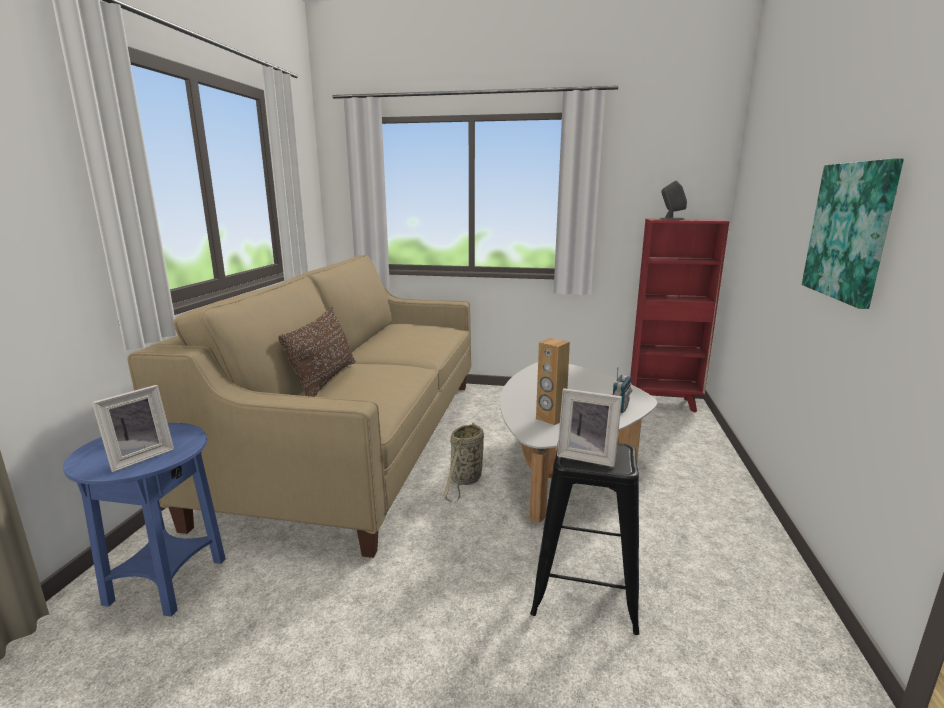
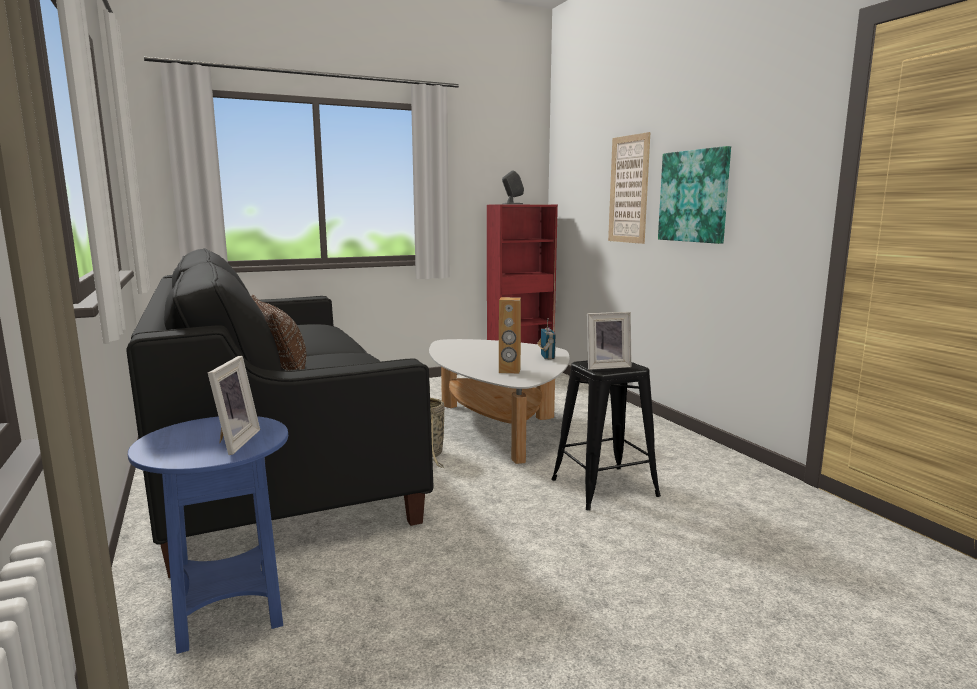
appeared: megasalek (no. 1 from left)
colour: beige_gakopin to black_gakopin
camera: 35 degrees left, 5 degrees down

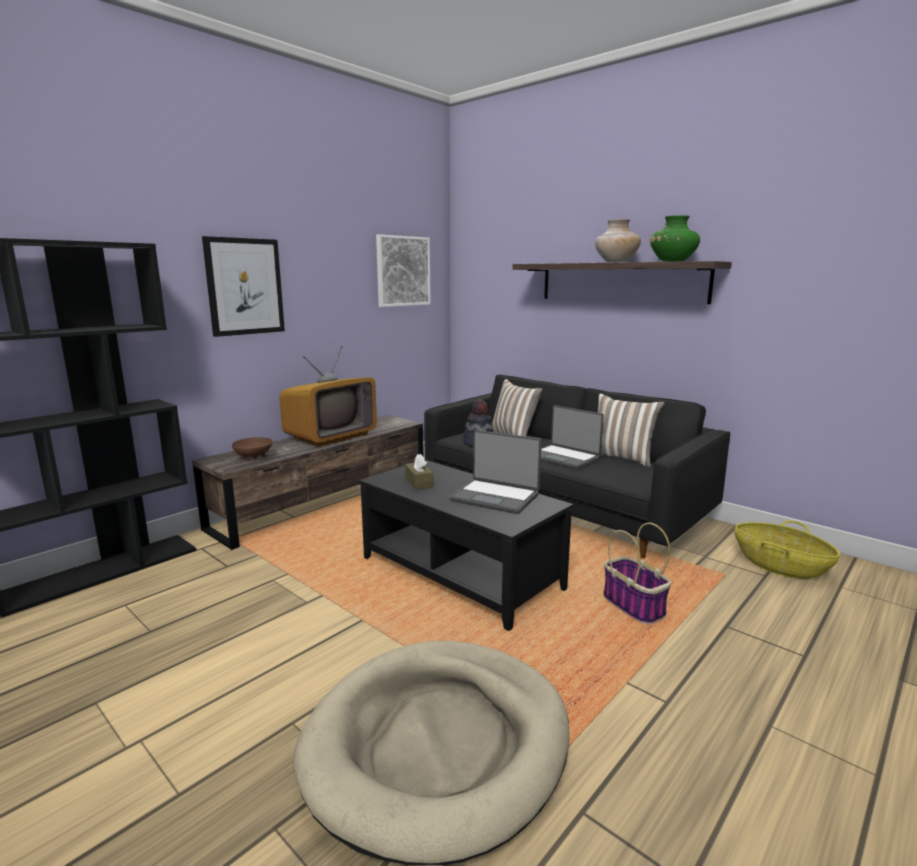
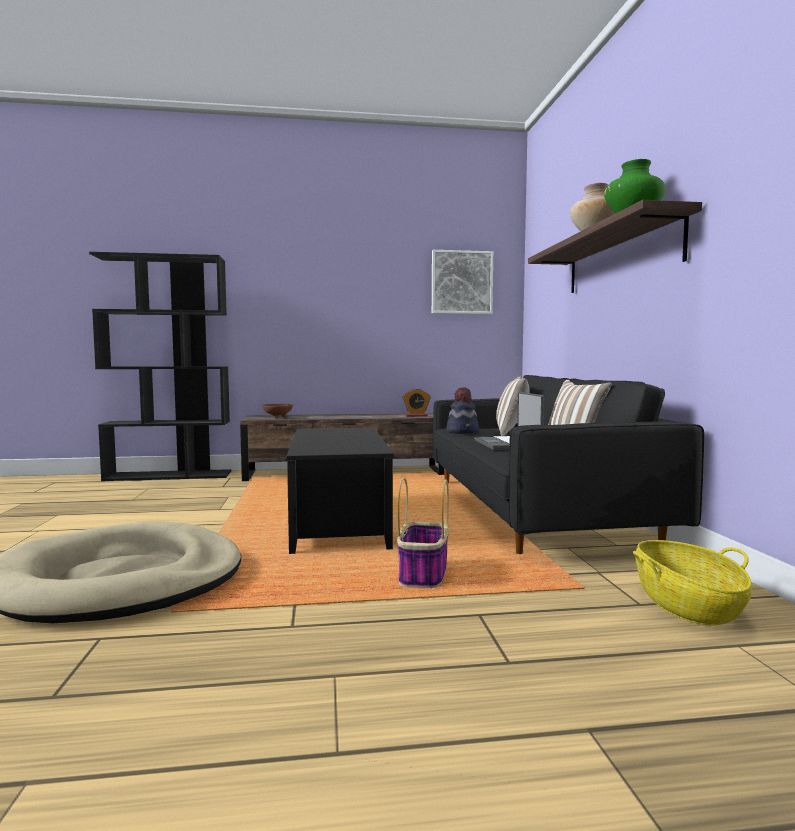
missing: megasalek (no. 1 from left); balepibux; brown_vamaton; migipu (no. 1 from left)
appeared: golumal
camera: 40 degrees right, 10 degrees down

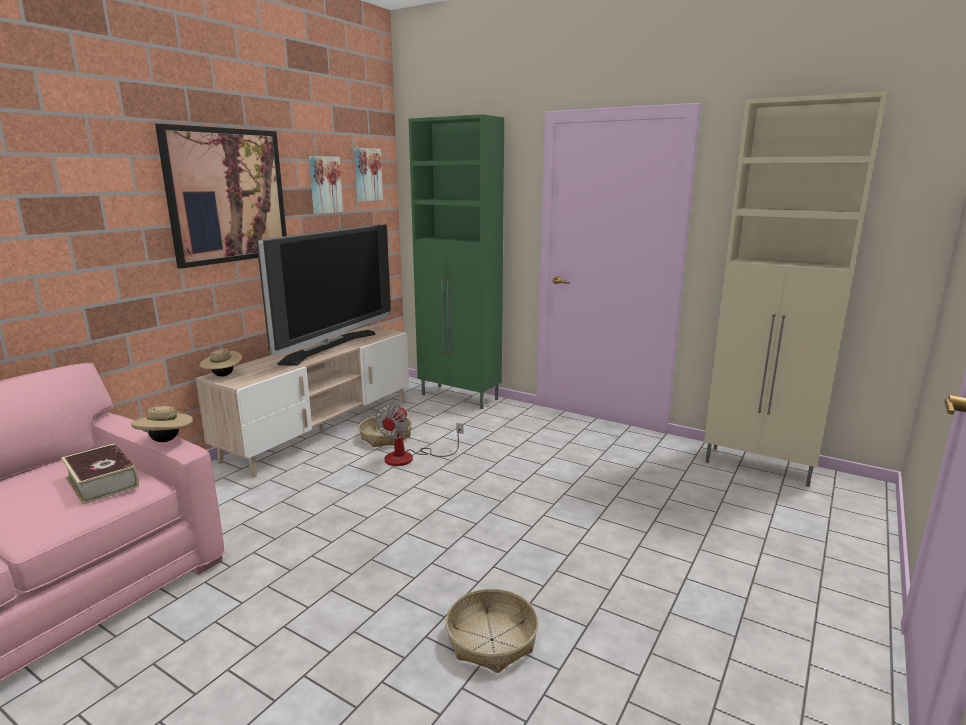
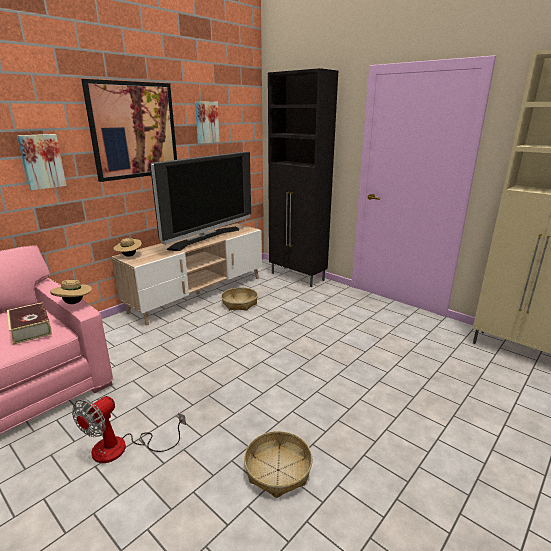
relocated: megasalek (no. 3 from left in the first image) to megasalek (no. 1 from left); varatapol
colour: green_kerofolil to black_kerofolil
camera: 10 degrees right, 5 degrees up

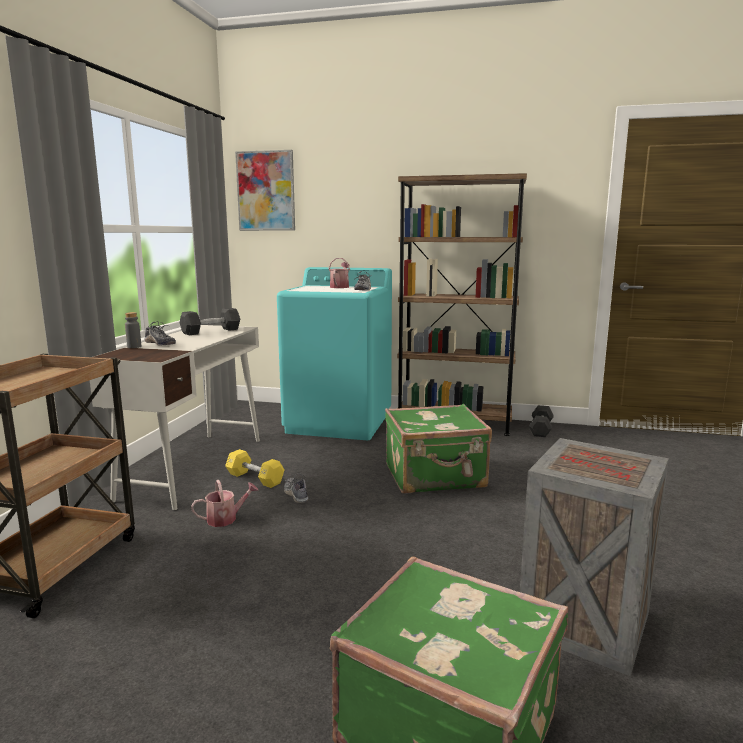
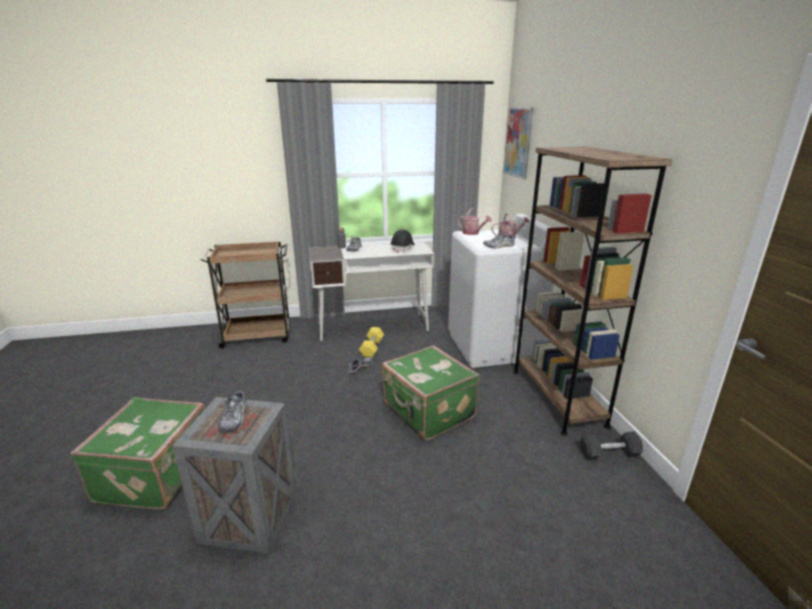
appeared: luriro (no. 1 from left)
relocated: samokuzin (no. 1 from left)
exchanged: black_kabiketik (no. 1 from left) to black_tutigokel
colour: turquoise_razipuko to white_razipuko
camera: 65 degrees right, 10 degrees up

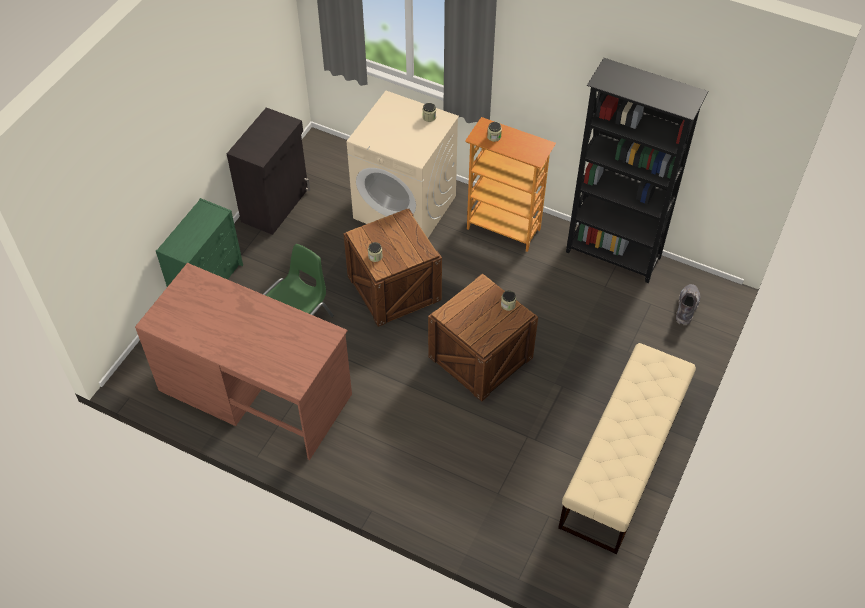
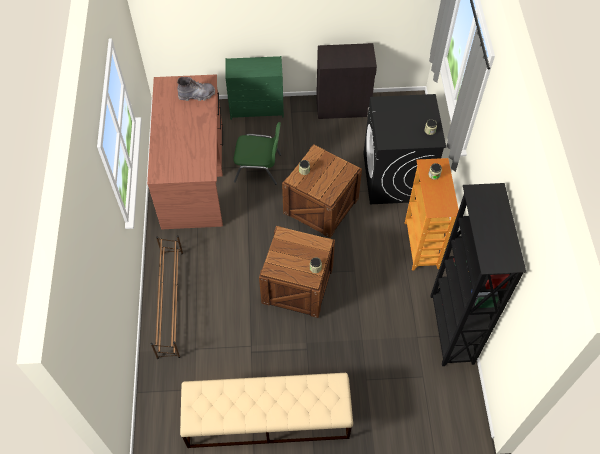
appeared: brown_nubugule
relocated: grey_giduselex
colour: beige_razipuko to black_razipuko
camera: 60 degrees right, 5 degrees up

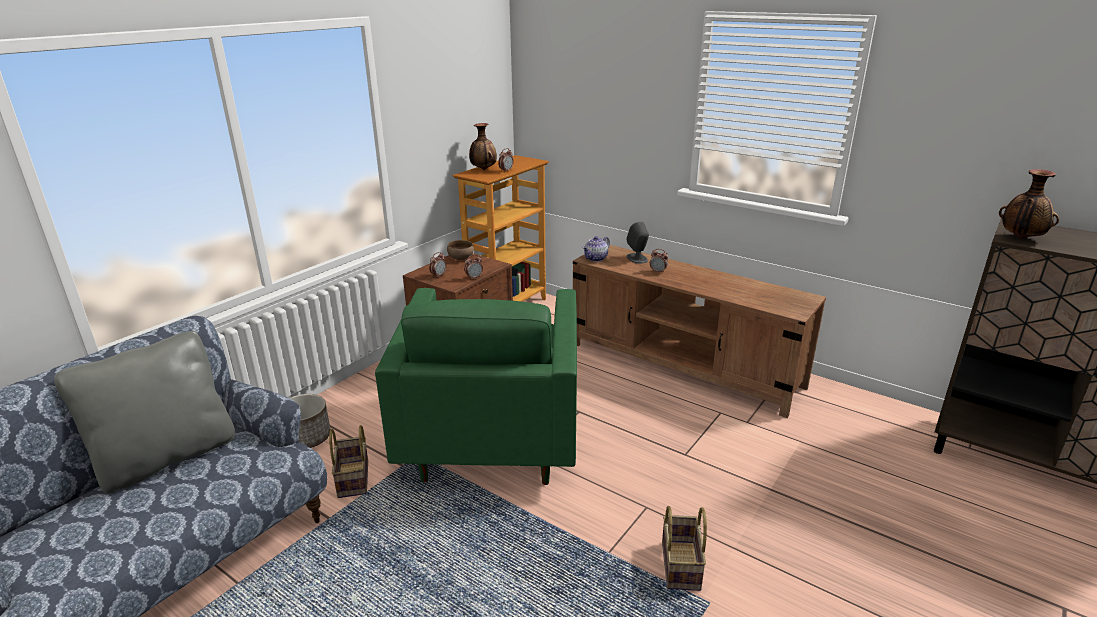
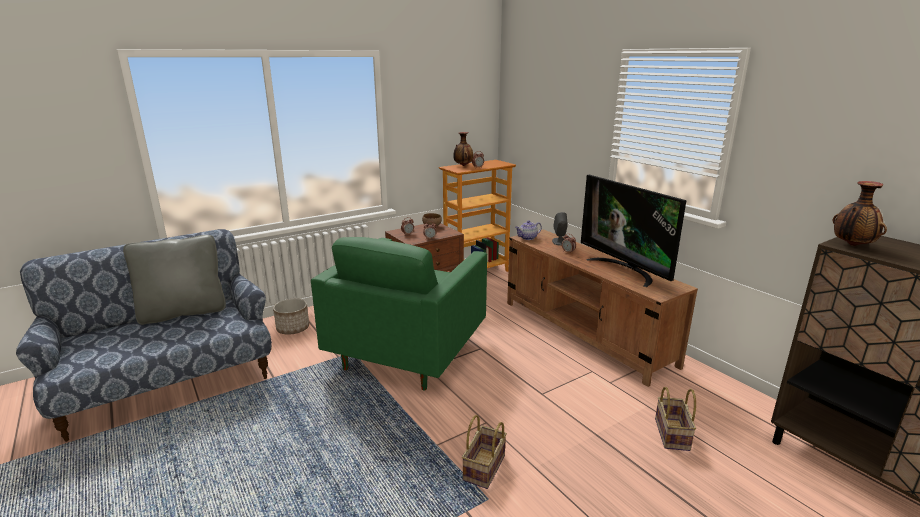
appeared: balepibux
relocated: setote (no. 1 from left in the first image) to setote (no. 2 from left)
camera: 20 degrees right, 5 degrees down

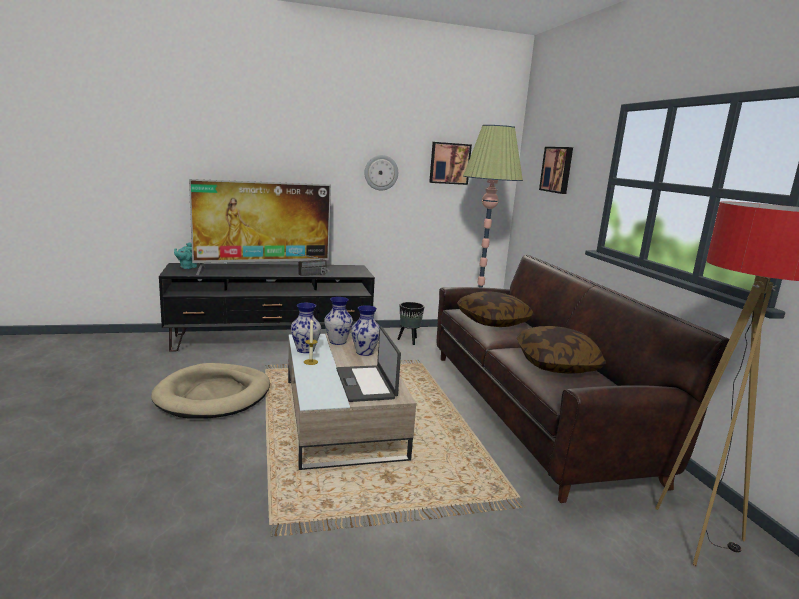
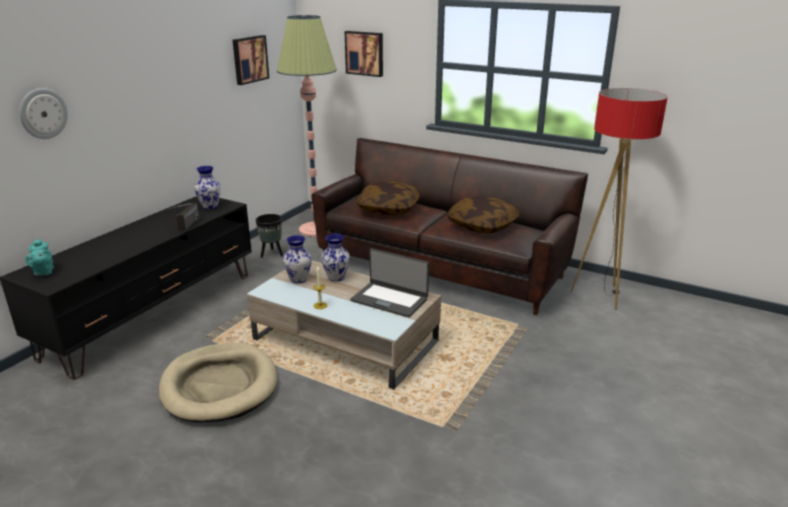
missing: balepibux
relocated: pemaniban; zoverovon (no. 1 from left)
camera: 45 degrees left, 10 degrees up

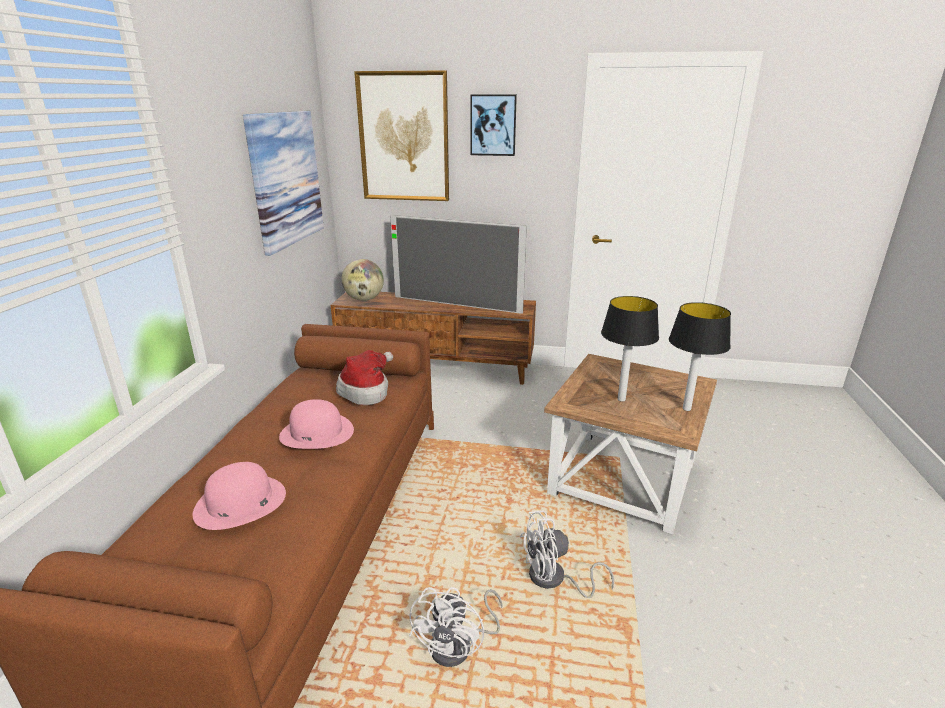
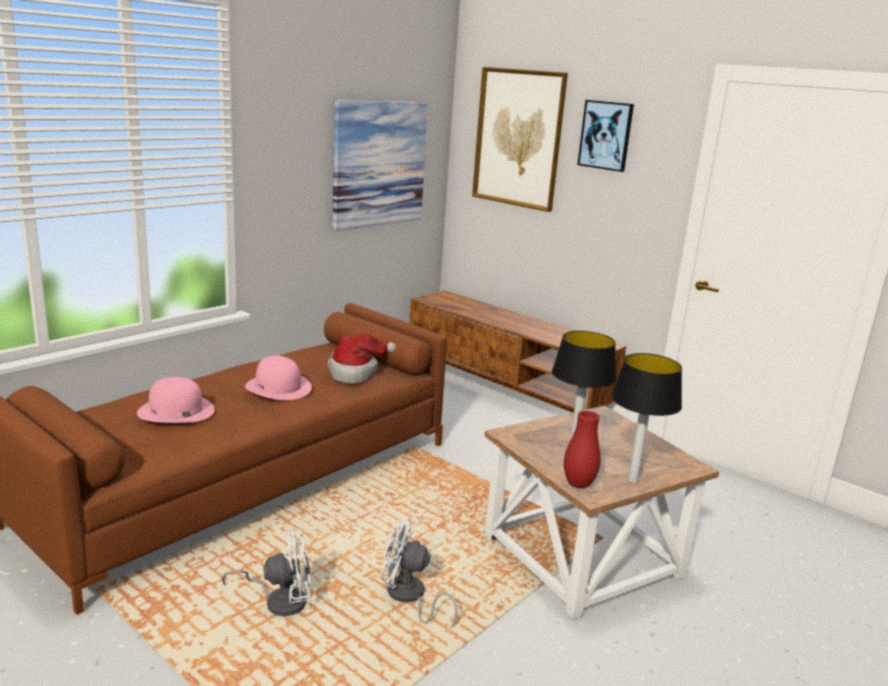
missing: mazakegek; balepibux
appeared: red_zoverovon
spun: white_varatapol (no. 1 from left) 150 degrees counterclockwise
camera: 30 degrees right, 5 degrees down

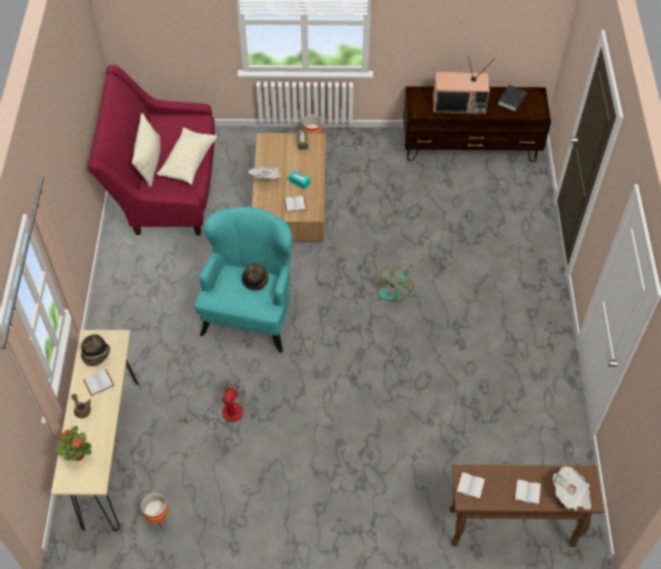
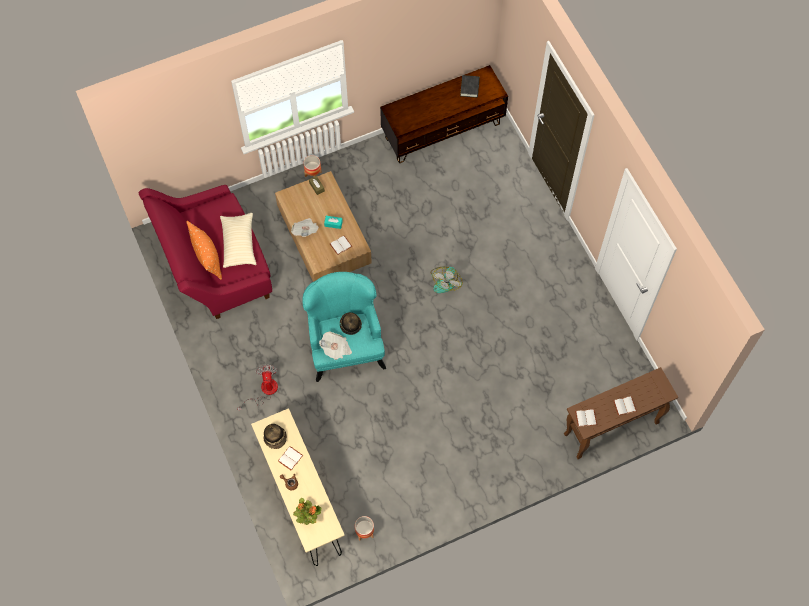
missing: balepibux
relocated: varatapol (no. 1 from left); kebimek (no. 2 from left)
colour: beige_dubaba (no. 1 from left) to orange_dubaba
camera: 25 degrees left, 10 degrees up

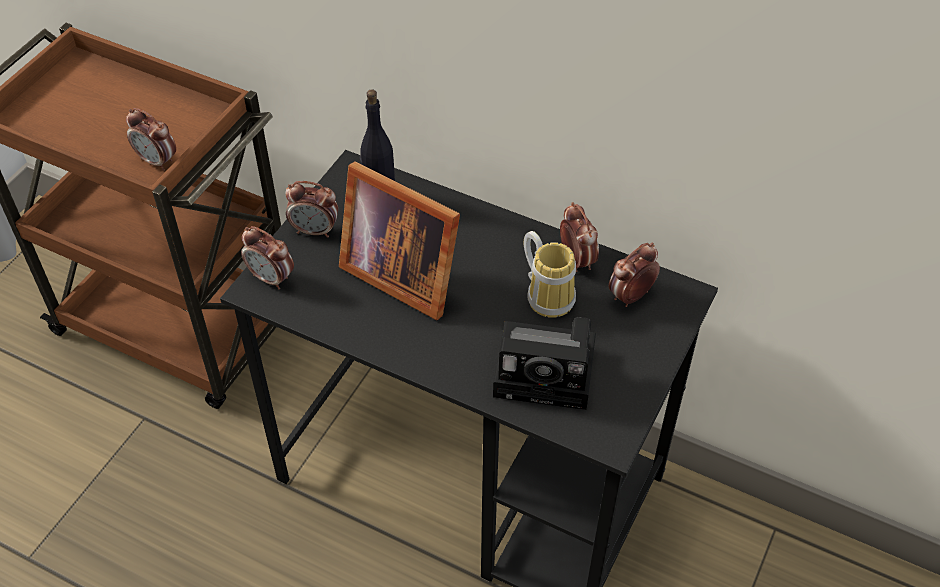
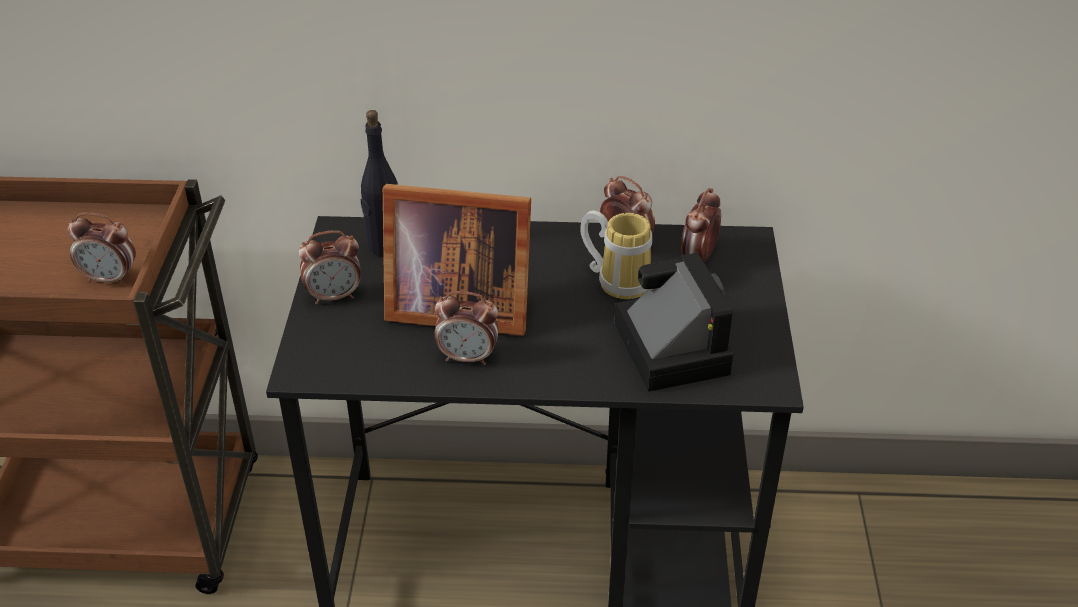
relocated: golumal (no. 2 from left in the first image) to golumal (no. 3 from left)
spun: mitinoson 90 degrees counterclockwise
camera: 25 degrees left, 10 degrees down

